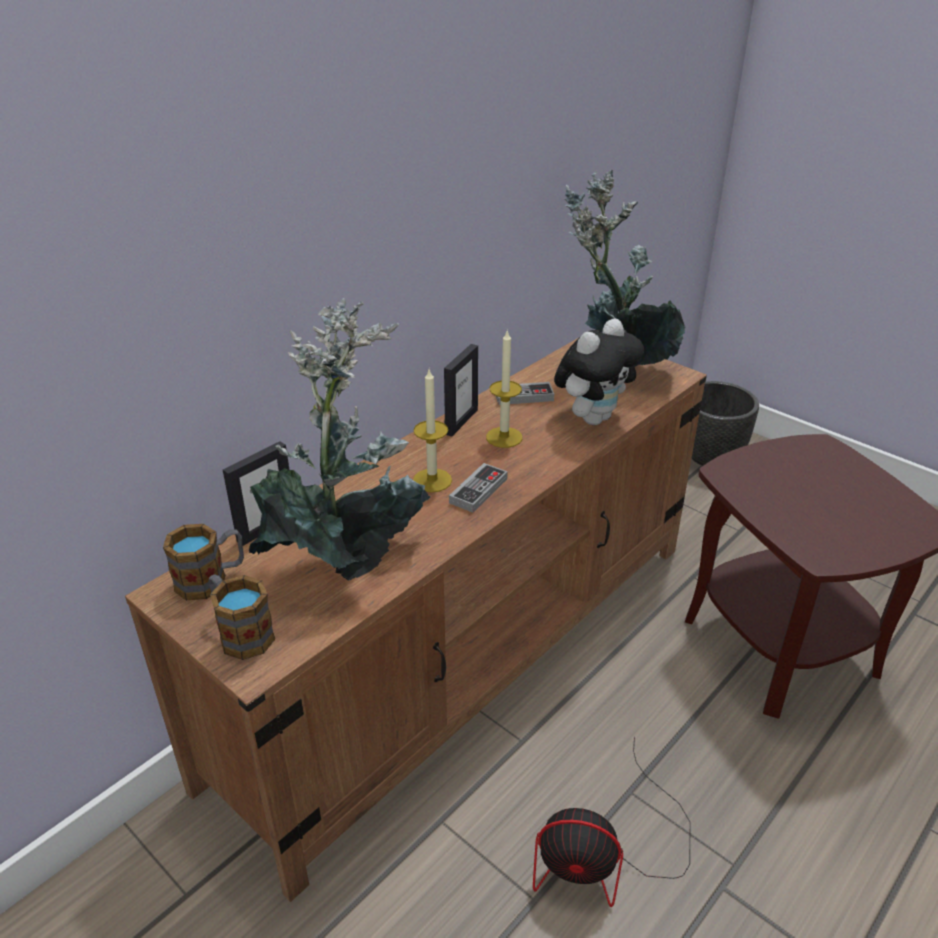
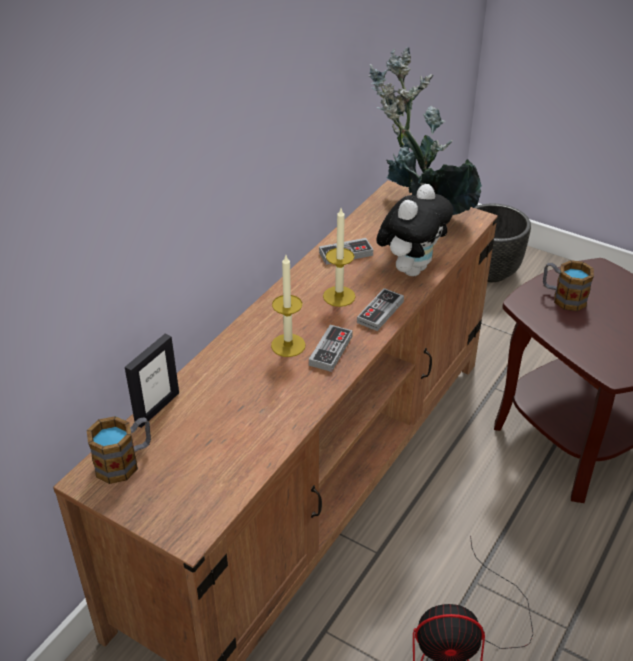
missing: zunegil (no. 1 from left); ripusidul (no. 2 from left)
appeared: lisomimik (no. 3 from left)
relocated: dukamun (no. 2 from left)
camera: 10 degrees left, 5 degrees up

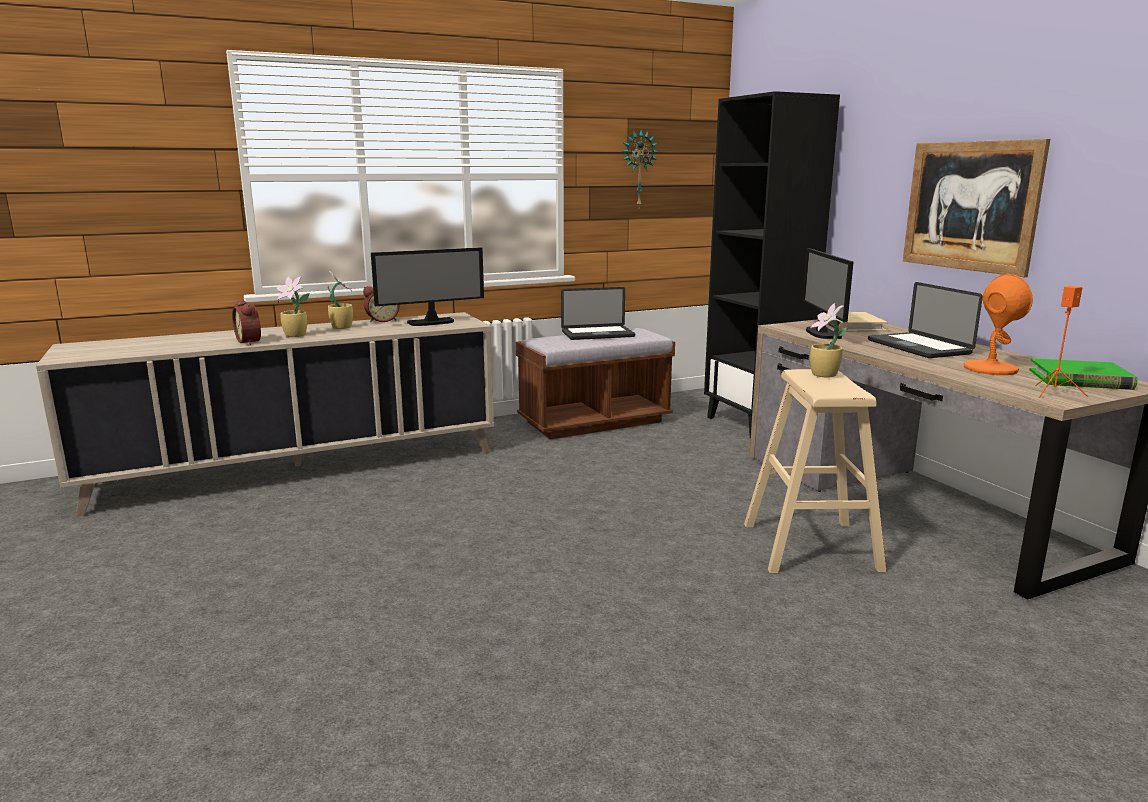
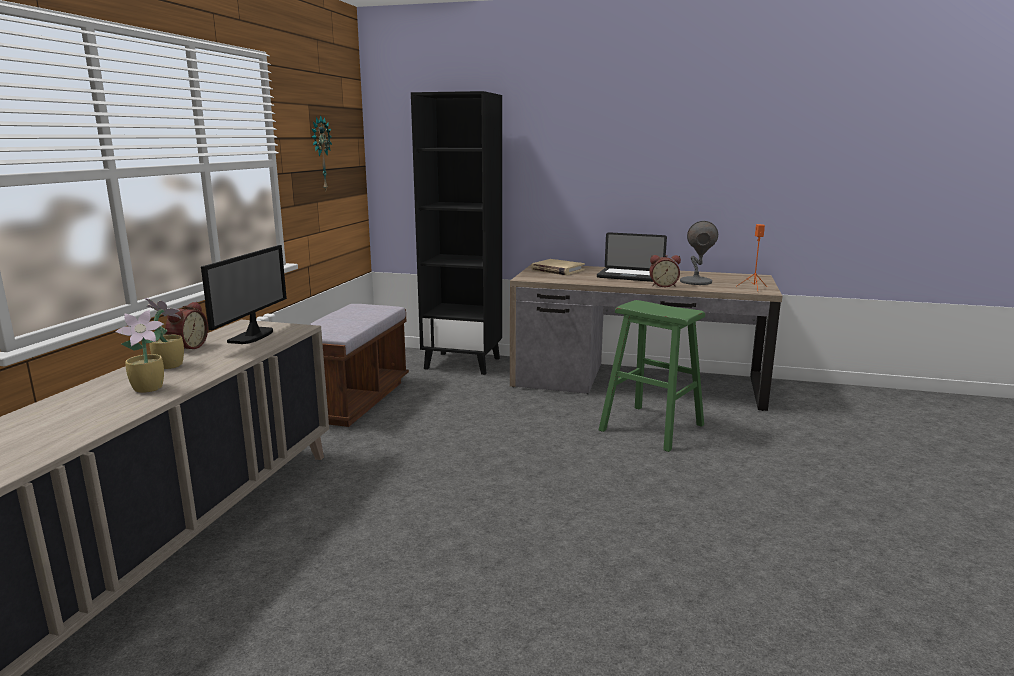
missing: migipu (no. 1 from left); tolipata (no. 2 from left); zunegil (no. 3 from left); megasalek; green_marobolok
relocated: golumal (no. 1 from left in the first image) to golumal (no. 2 from left)
colour: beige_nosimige to green_nosimige; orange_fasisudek to grey_fasisudek
camera: 50 degrees left, 0 degrees up

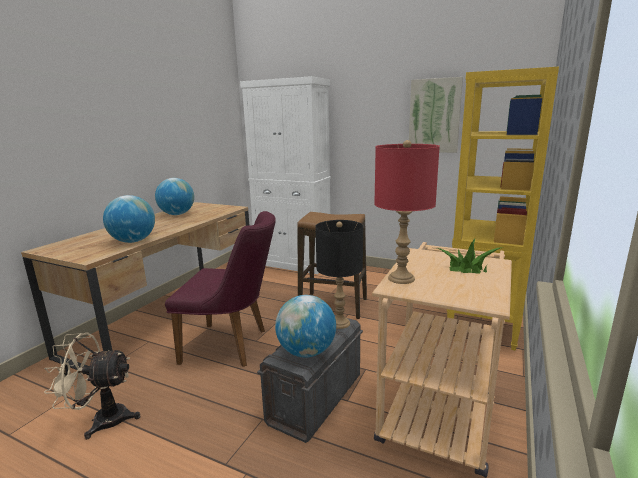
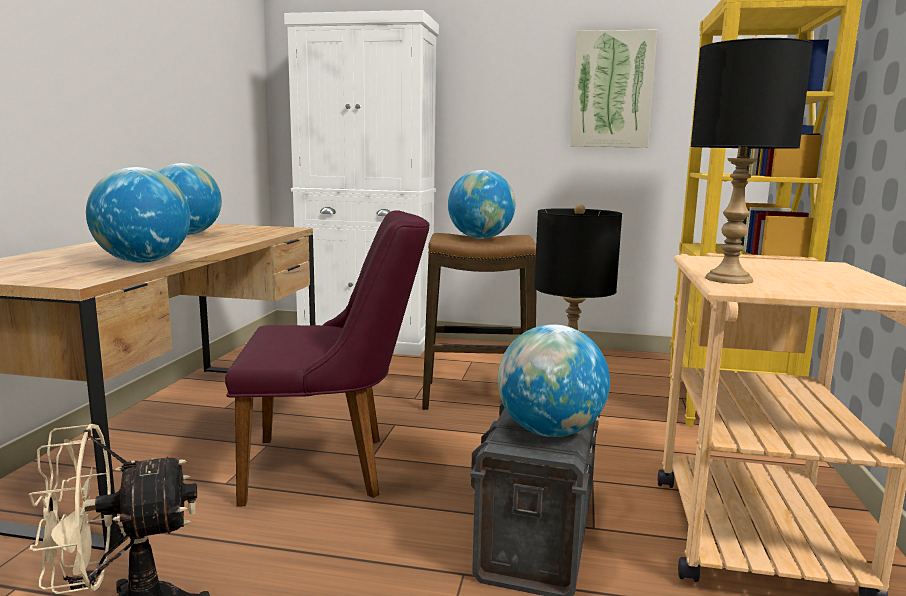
missing: zunegil
appeared: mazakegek (no. 3 from left)
colour: red_fasisudek to black_fasisudek (no. 2 from left)
camera: 15 degrees left, 5 degrees down

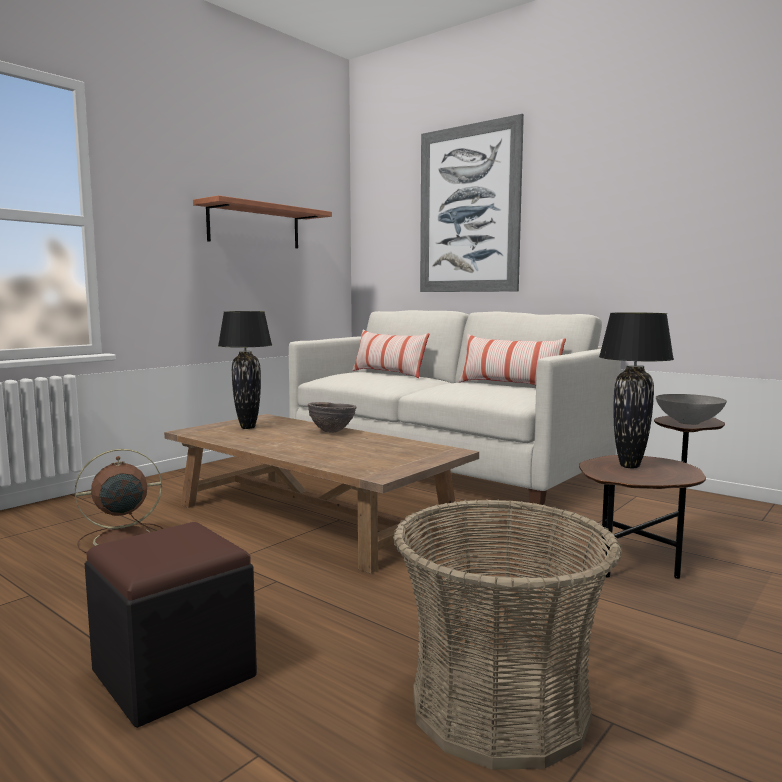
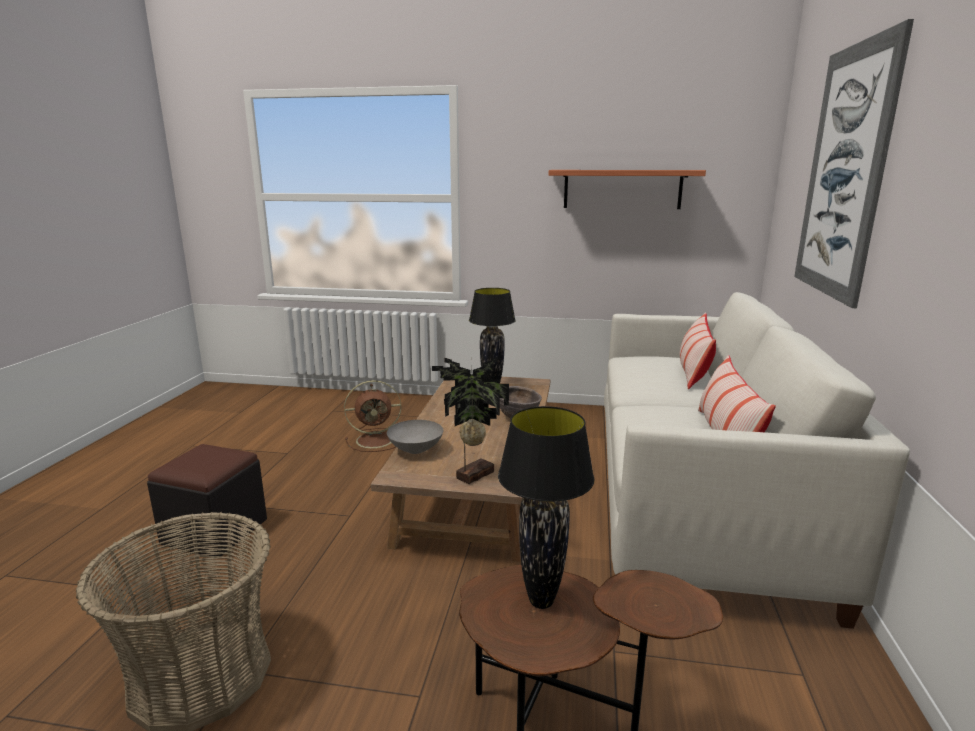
appeared: zunegil
relocated: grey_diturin
spun: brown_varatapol 135 degrees clockwise
camera: 60 degrees right, 10 degrees up

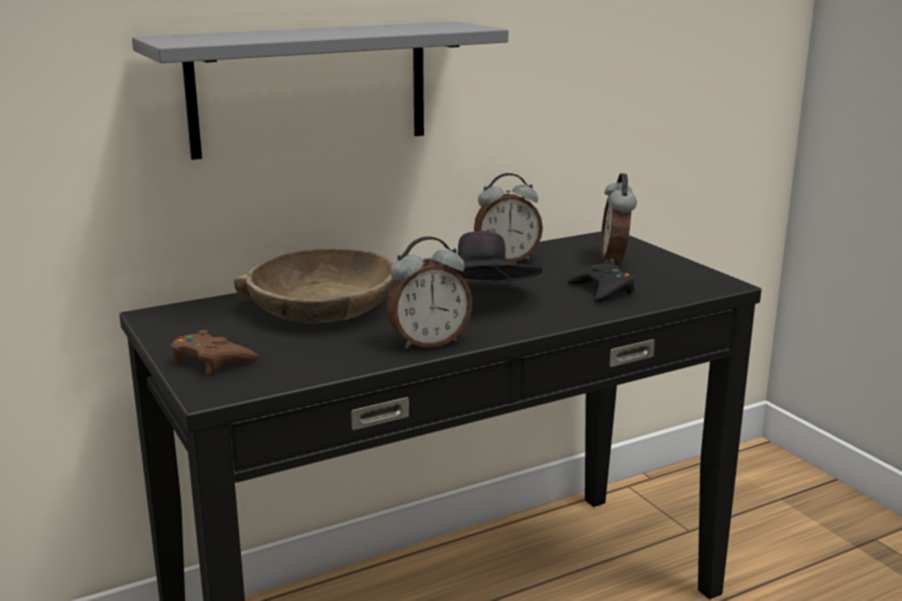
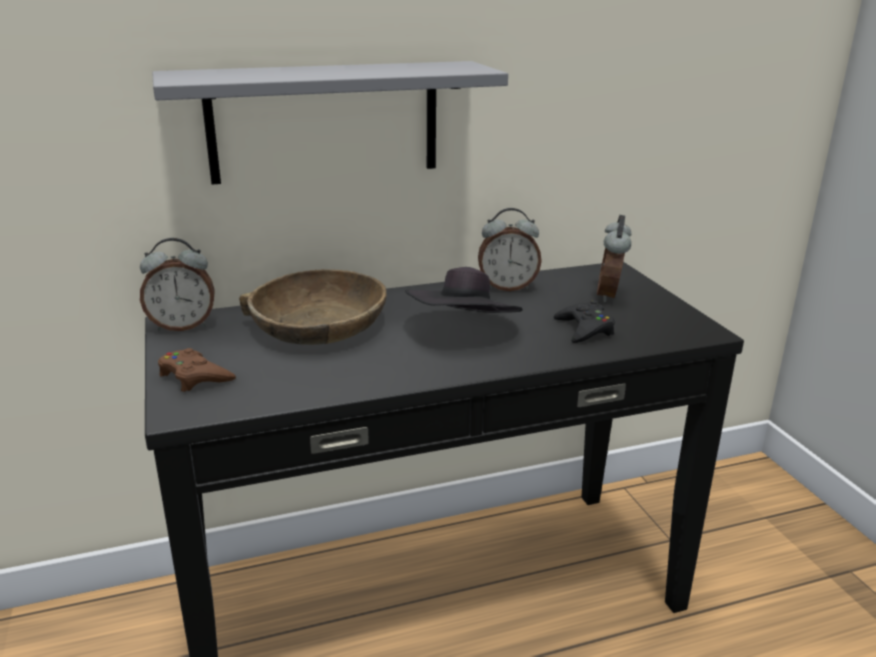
relocated: golumal (no. 1 from left)
camera: 10 degrees right, 5 degrees up

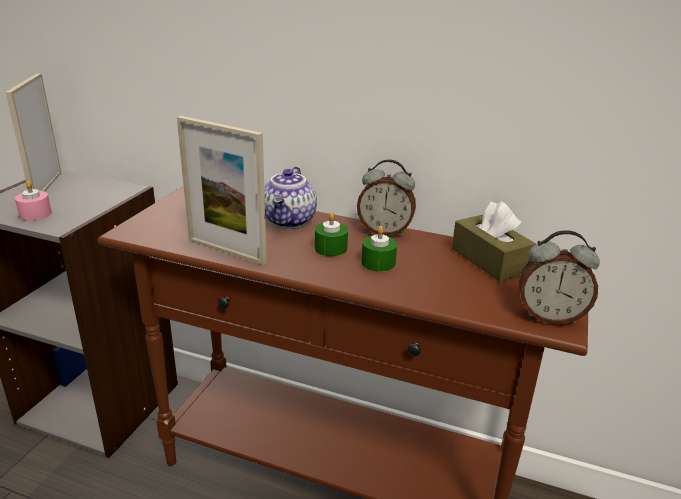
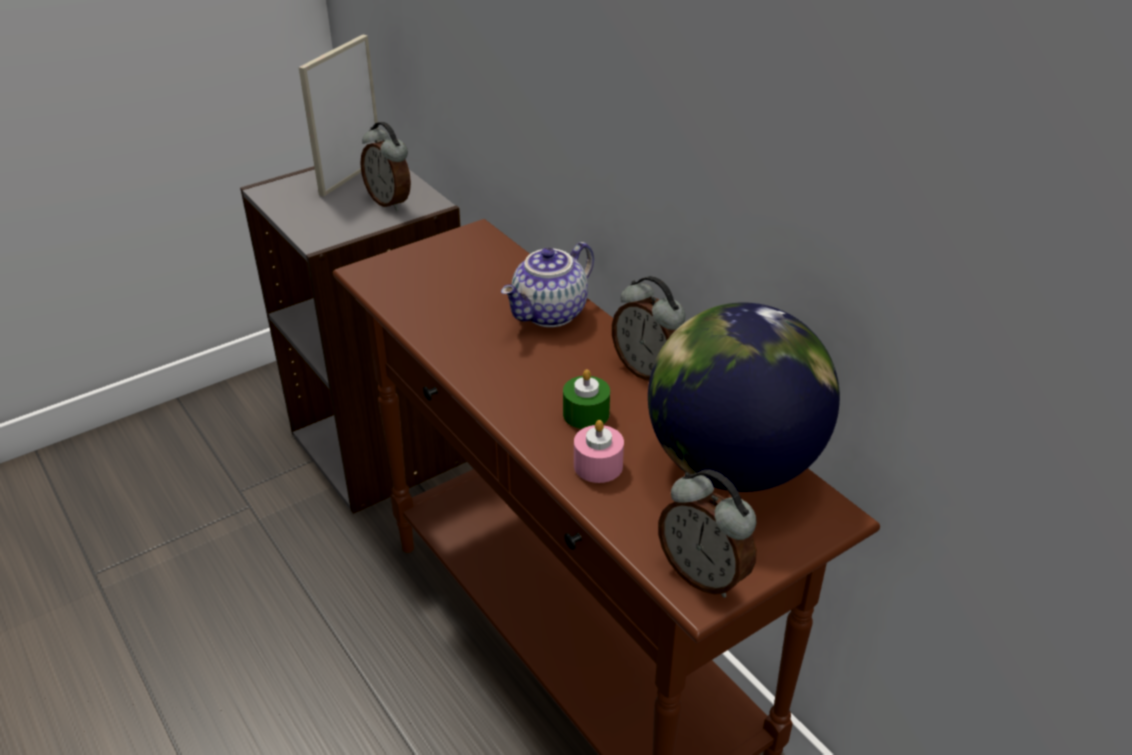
missing: ripusidul (no. 2 from left); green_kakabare (no. 1 from left)
appeared: golumal (no. 1 from left)
relocated: pink_kakabare
exchanged: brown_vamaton to mazakegek
camera: 35 degrees right, 10 degrees up

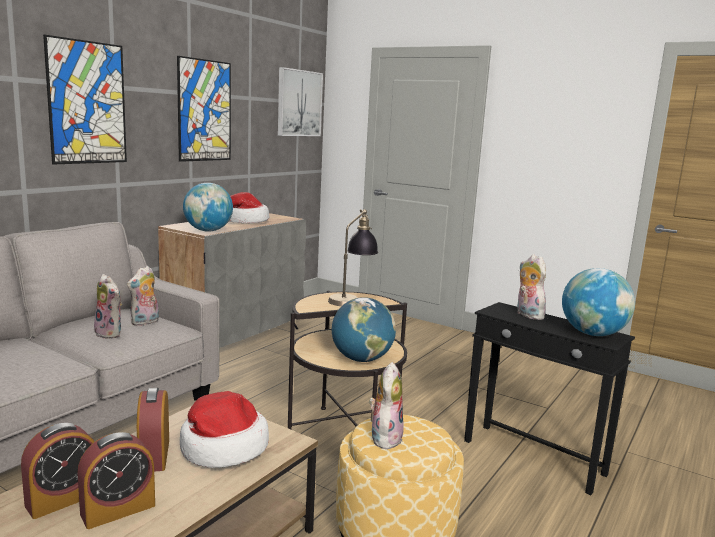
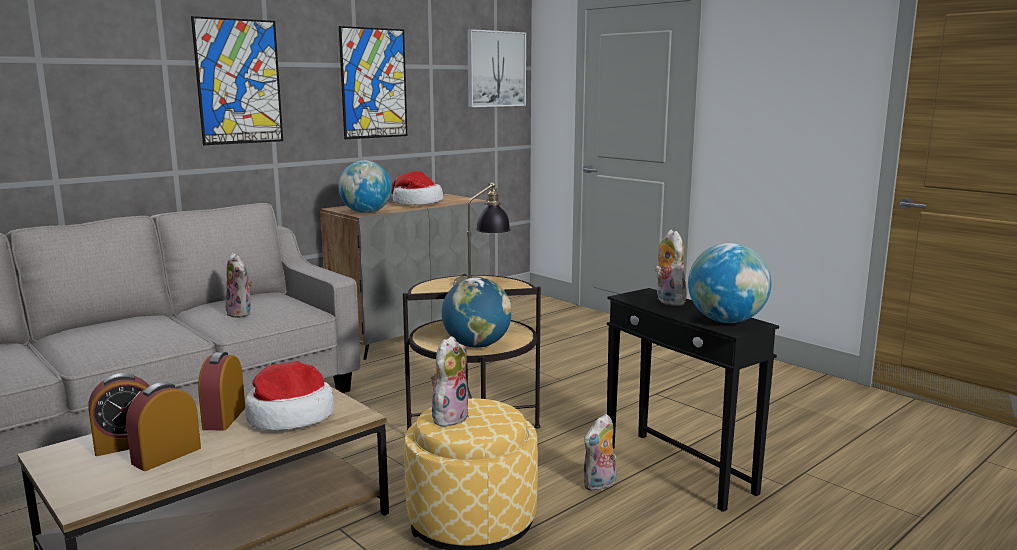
relocated: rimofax (no. 2 from left in the first image) to rimofax (no. 3 from left)
spun: golumal (no. 2 from left) 150 degrees clockwise
camera: 15 degrees right, 0 degrees up

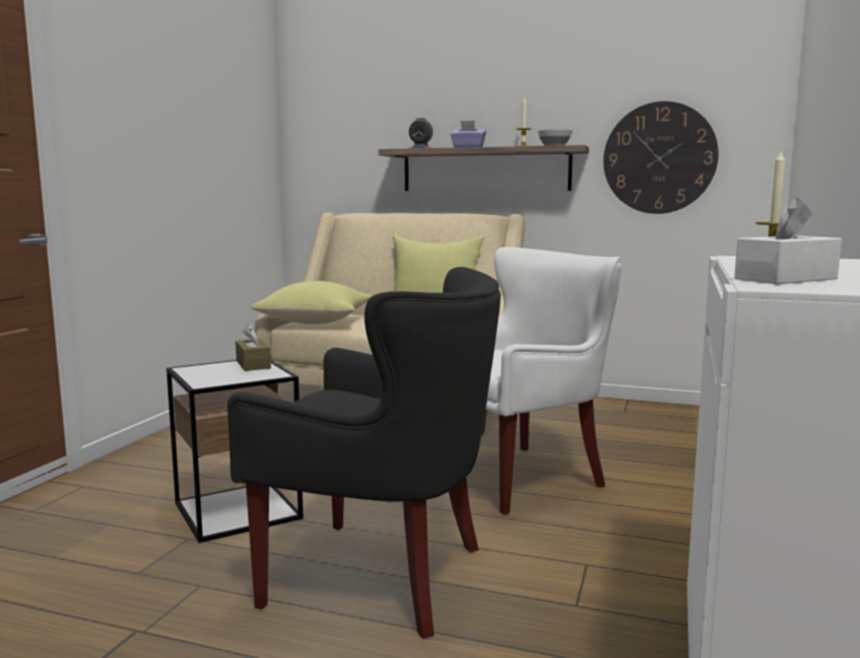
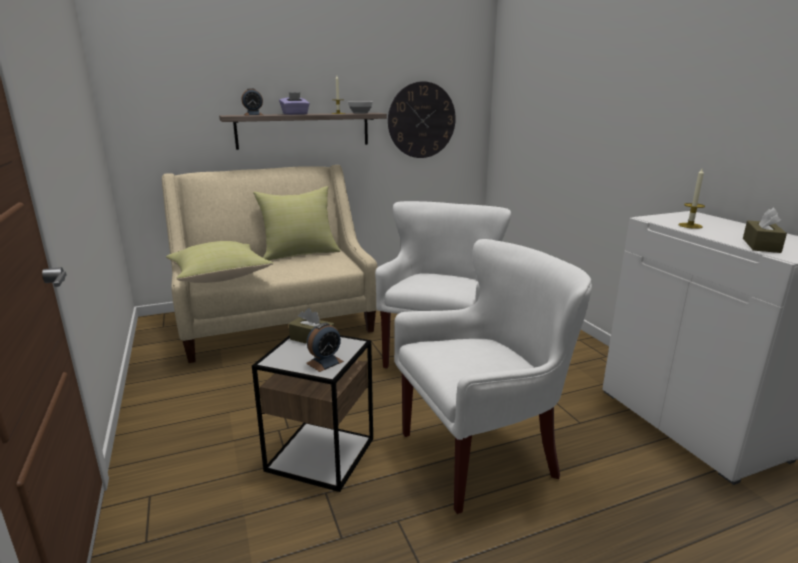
appeared: golumal (no. 2 from left)
colour: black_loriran to white_loriran (no. 2 from left); white_vamaton to brown_vamaton (no. 2 from left)
camera: 40 degrees left, 10 degrees up

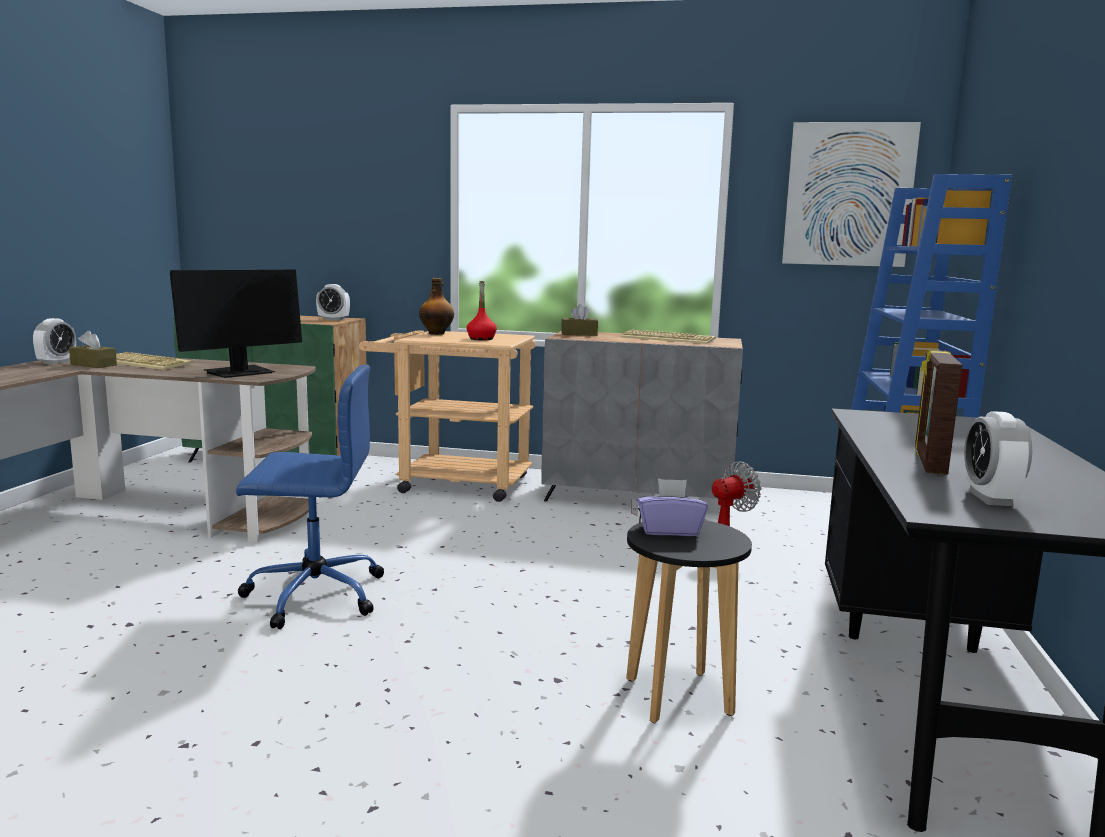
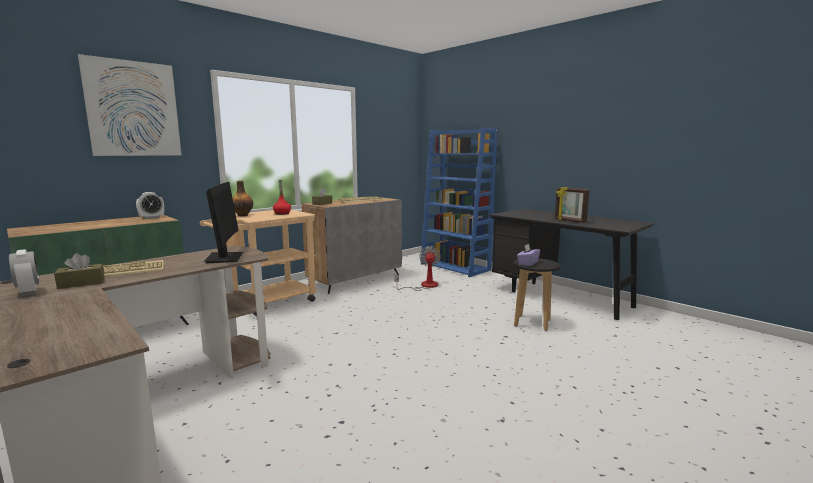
missing: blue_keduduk; golumal (no. 3 from left)
relocated: megasalek
camera: 55 degrees left, 0 degrees up

